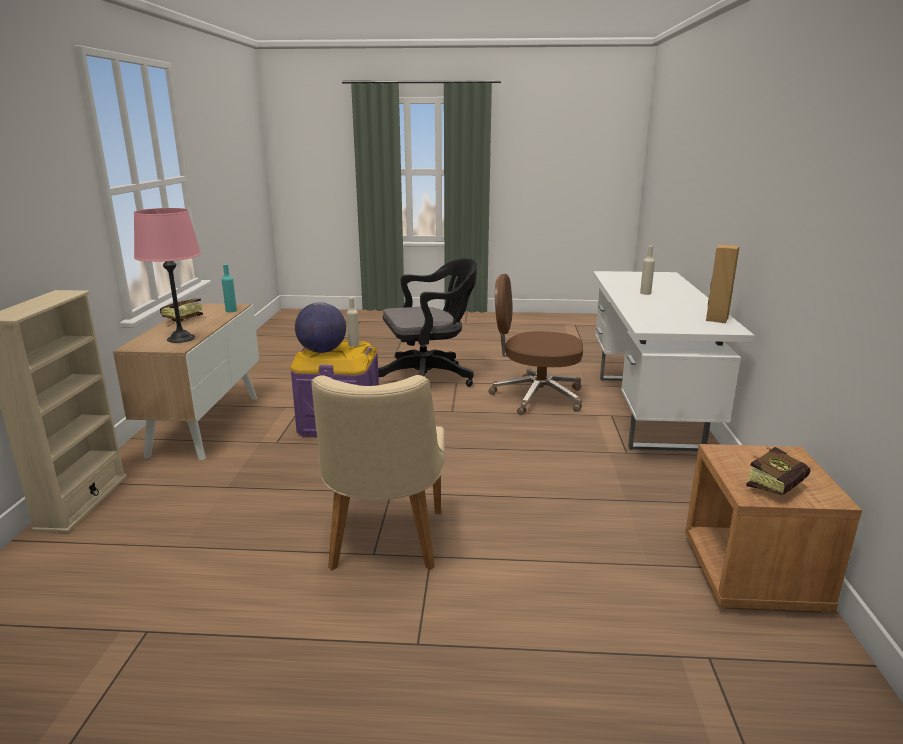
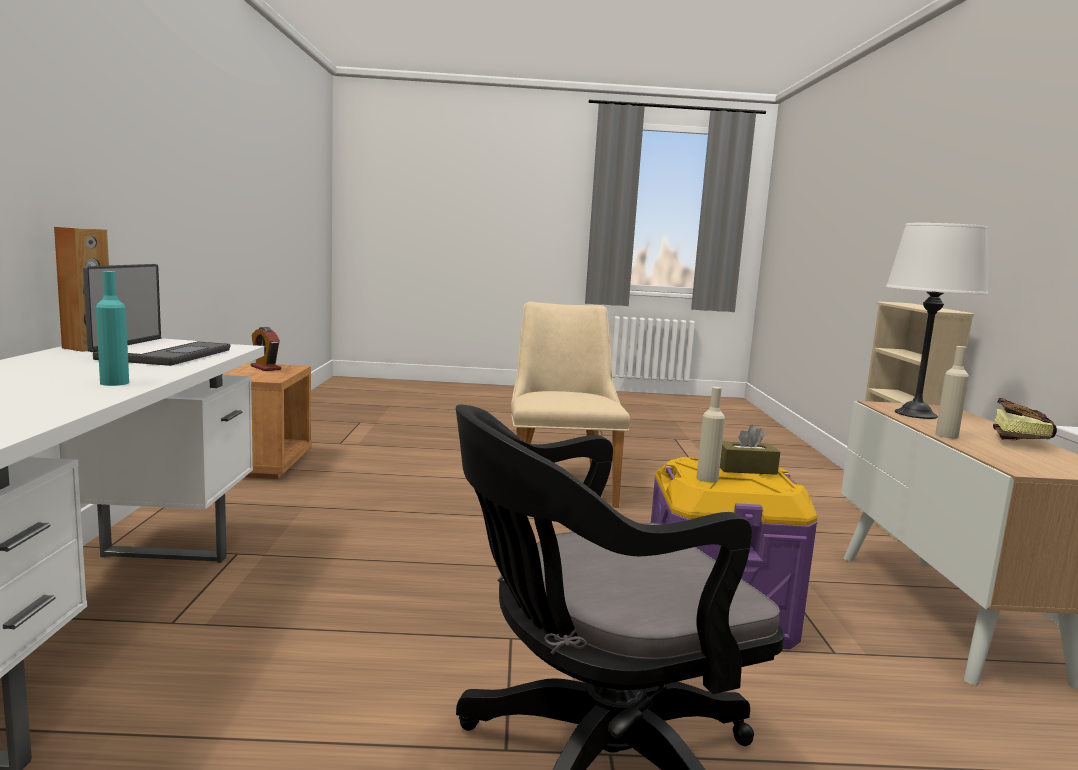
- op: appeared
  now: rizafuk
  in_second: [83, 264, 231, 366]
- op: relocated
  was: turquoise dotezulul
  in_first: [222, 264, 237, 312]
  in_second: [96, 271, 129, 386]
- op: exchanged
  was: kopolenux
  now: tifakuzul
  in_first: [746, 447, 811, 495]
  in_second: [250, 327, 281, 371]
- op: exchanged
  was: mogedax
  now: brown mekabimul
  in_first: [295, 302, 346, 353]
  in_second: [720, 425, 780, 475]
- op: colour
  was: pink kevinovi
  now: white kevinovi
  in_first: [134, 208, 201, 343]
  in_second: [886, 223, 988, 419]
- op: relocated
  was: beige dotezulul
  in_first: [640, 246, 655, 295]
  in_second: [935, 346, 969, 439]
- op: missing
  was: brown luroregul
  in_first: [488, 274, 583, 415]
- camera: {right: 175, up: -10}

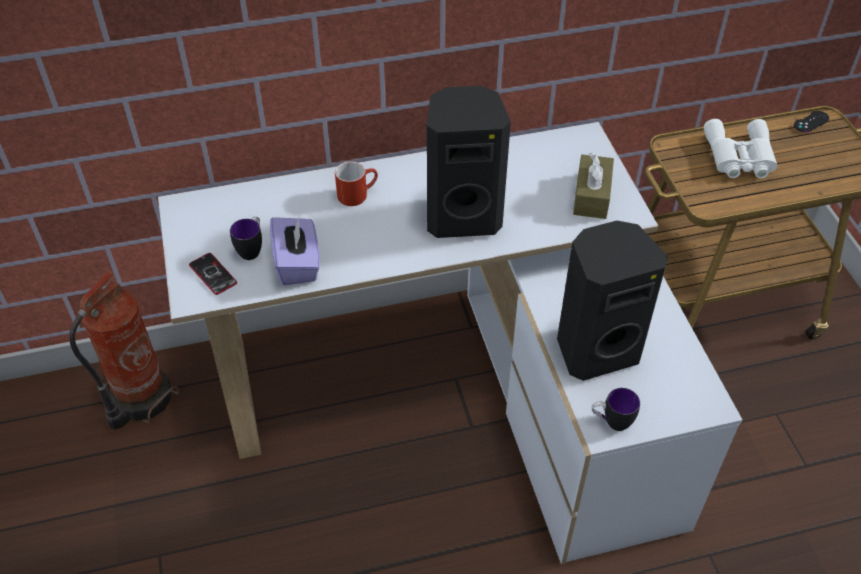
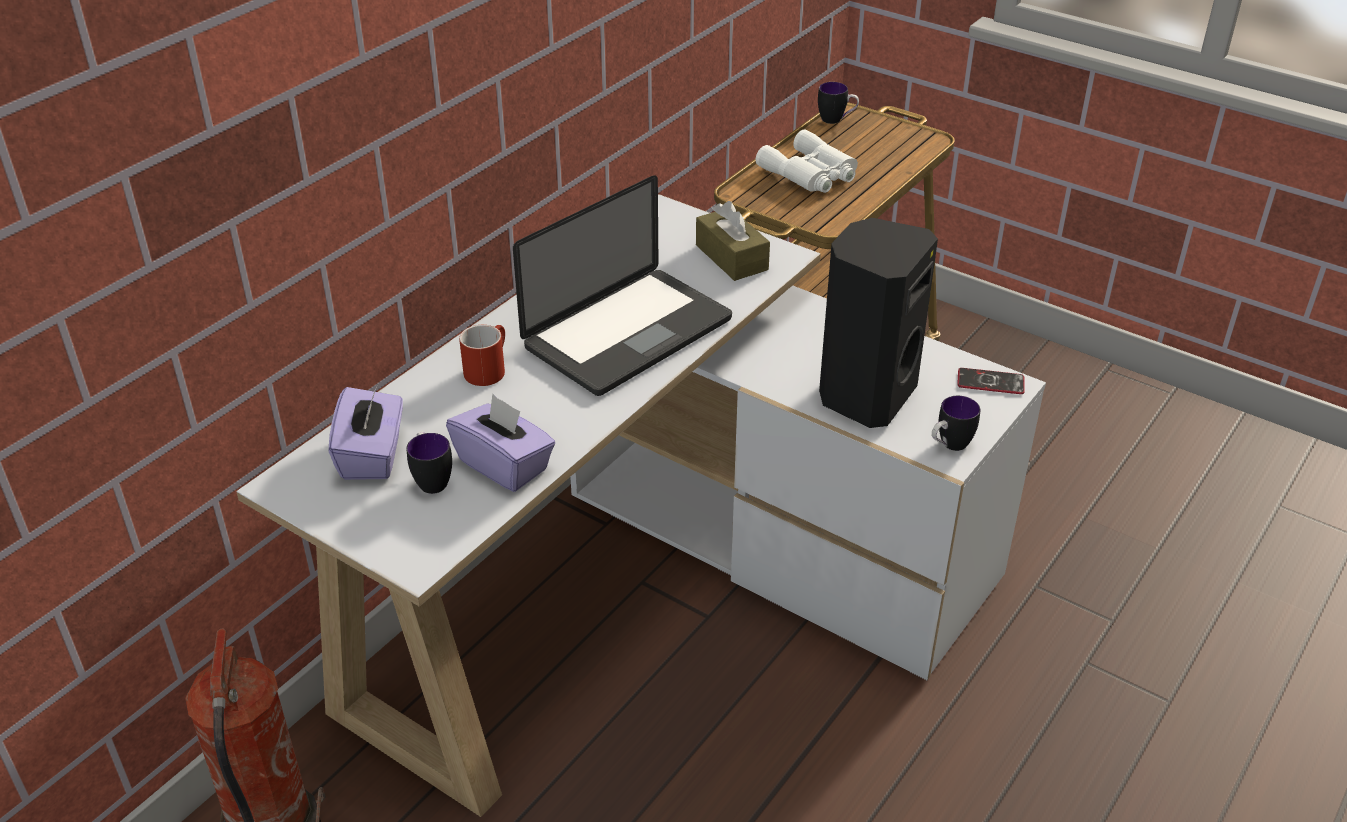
- op: appeared
  now: purple mekabimul
  in_second: [328, 386, 403, 480]
- op: exchanged
  was: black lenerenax
  now: rizafuk
  in_first: [427, 86, 511, 238]
  in_second: [513, 175, 732, 396]
- op: exchanged
  was: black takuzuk
  now: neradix
  in_first: [794, 111, 829, 132]
  in_second: [818, 82, 859, 124]
- op: relocated
  was: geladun
  in_first: [189, 253, 237, 295]
  in_second: [958, 368, 1025, 394]
- camera: {right: -40, up: -10}

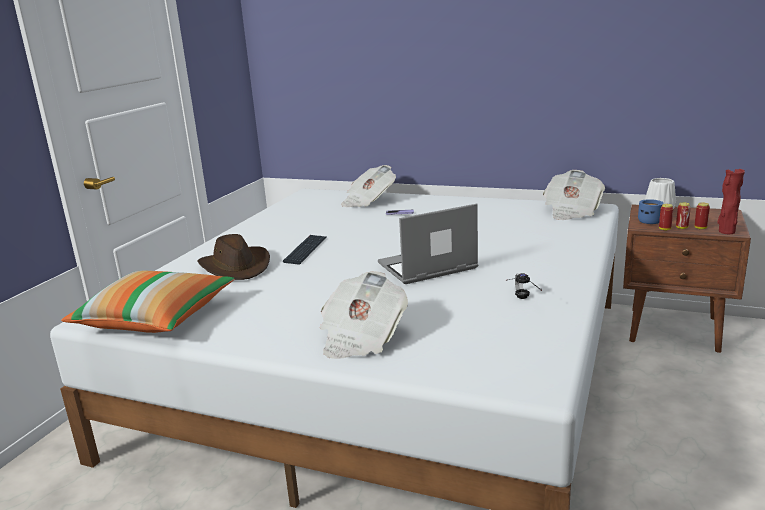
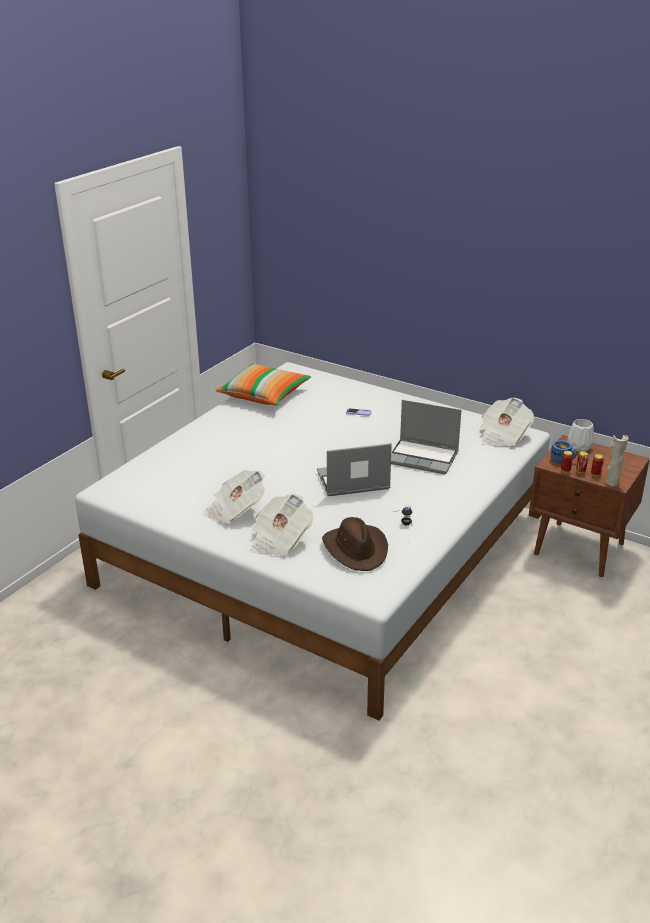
- op: relocated
  was: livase
  in_first: [341, 165, 396, 207]
  in_second: [204, 470, 265, 525]
- op: relocated
  was: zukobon
  in_first: [61, 271, 234, 333]
  in_second: [215, 363, 311, 406]
- op: relocated
  was: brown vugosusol
  in_first: [197, 234, 270, 280]
  in_second: [322, 517, 388, 571]
- op: appeared
  now: rizafuk
  in_second: [391, 400, 461, 474]
- op: colour
  was: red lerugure
  now: beige lerugure
  in_first: [717, 169, 745, 234]
  in_second: [606, 435, 629, 487]
- op: missing
  was: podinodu
  in_first: [283, 235, 326, 265]
- camera: {right: 10, up: 10}

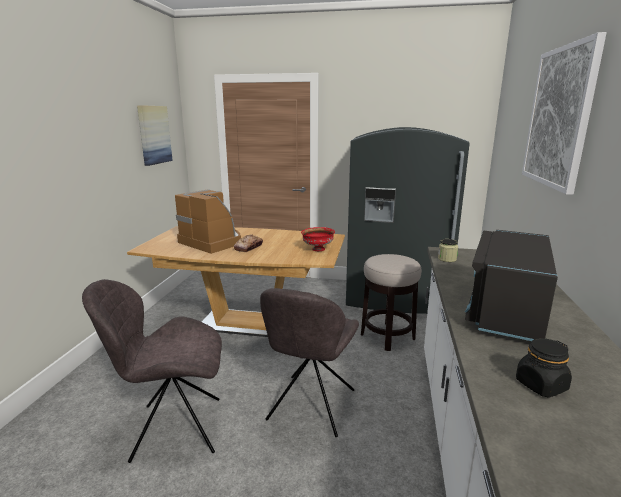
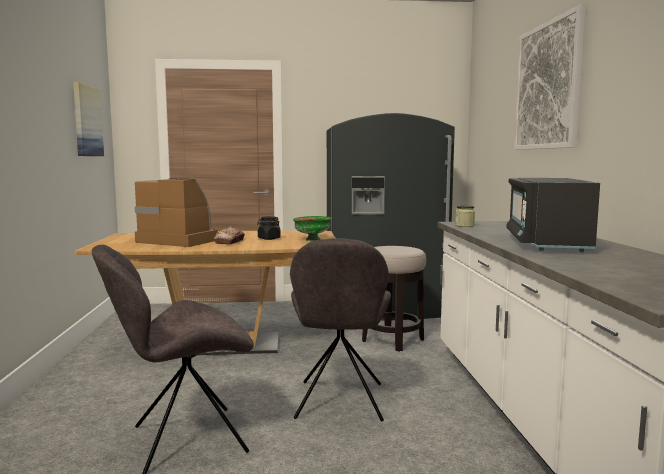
- op: relocated
  was: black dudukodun
  in_first: [516, 338, 572, 398]
  in_second: [257, 216, 281, 240]
- op: colour
  was: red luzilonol
  now: green luzilonol
  in_first: [301, 227, 335, 251]
  in_second: [293, 216, 332, 241]
- camera: {right: -15, up: -10}

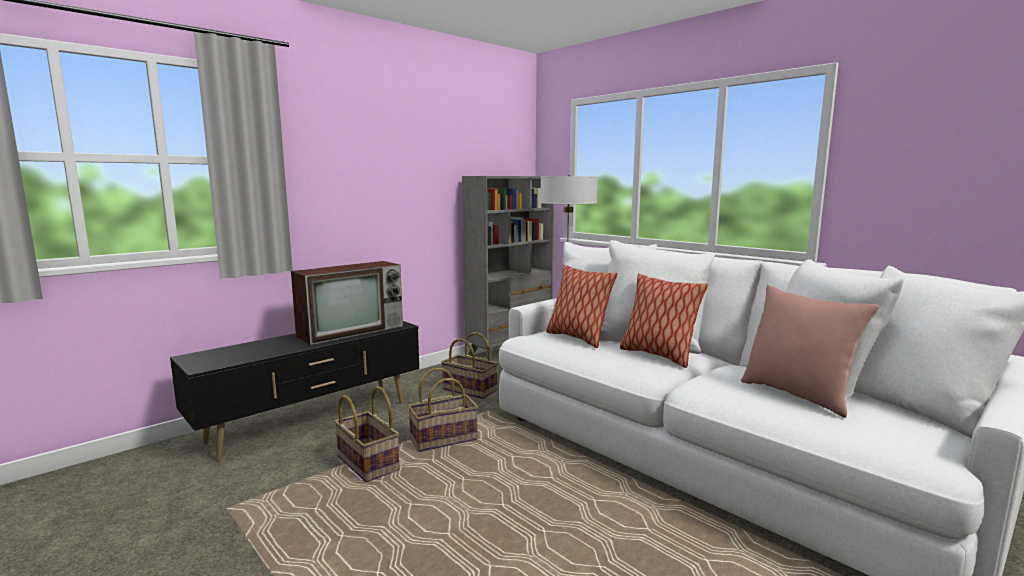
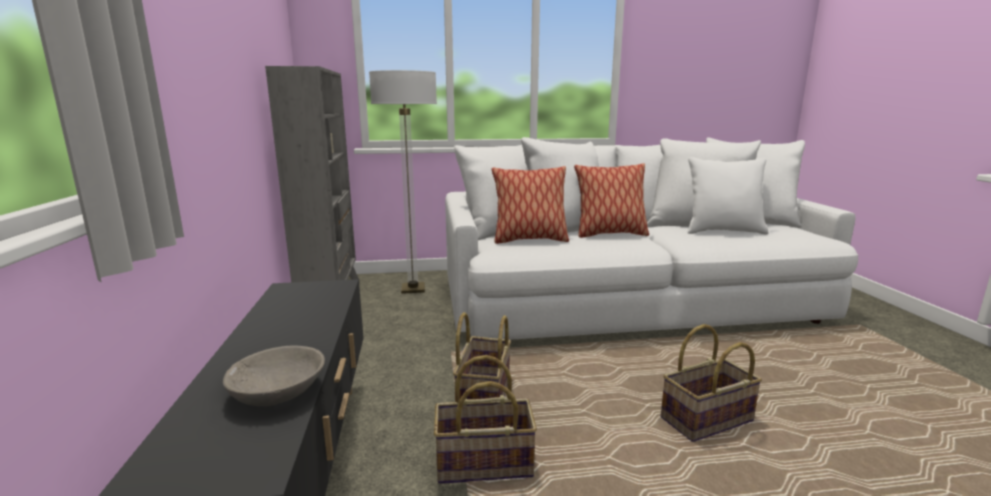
- op: appeared
  now: grey luzilonol
  in_second: [223, 345, 325, 406]
- op: relocated
  was: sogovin
  in_first: [441, 332, 498, 399]
  in_second: [661, 324, 762, 442]
- op: colour
  was: pink zukobon
  now: white zukobon
  in_first: [741, 285, 879, 418]
  in_second: [688, 157, 768, 234]
- op: missing
  was: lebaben
  in_first: [291, 261, 403, 345]
- camera: {right: -55, up: 5}

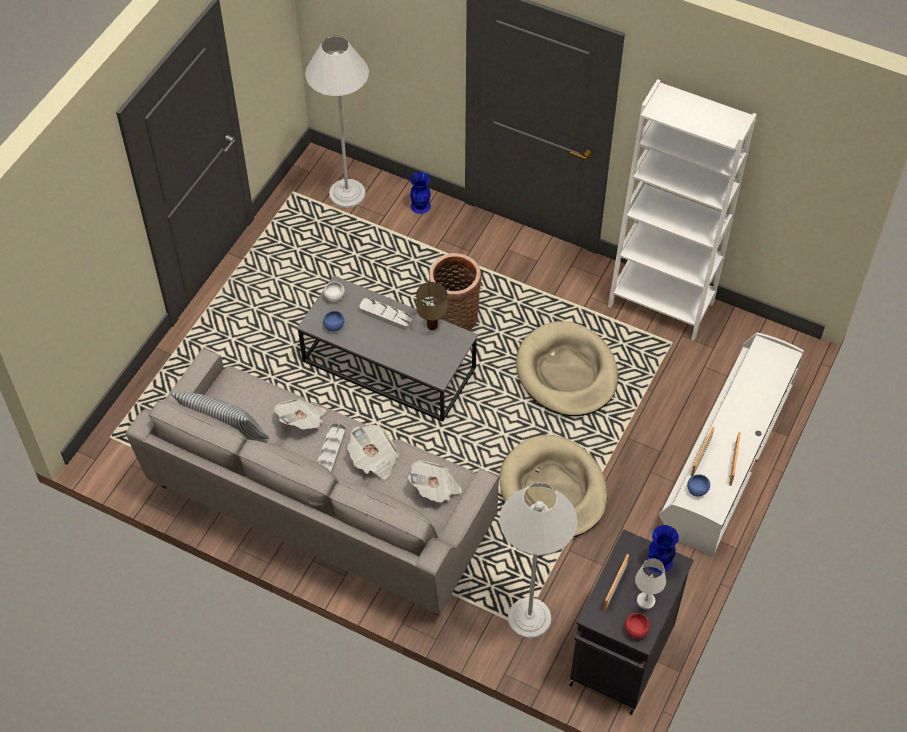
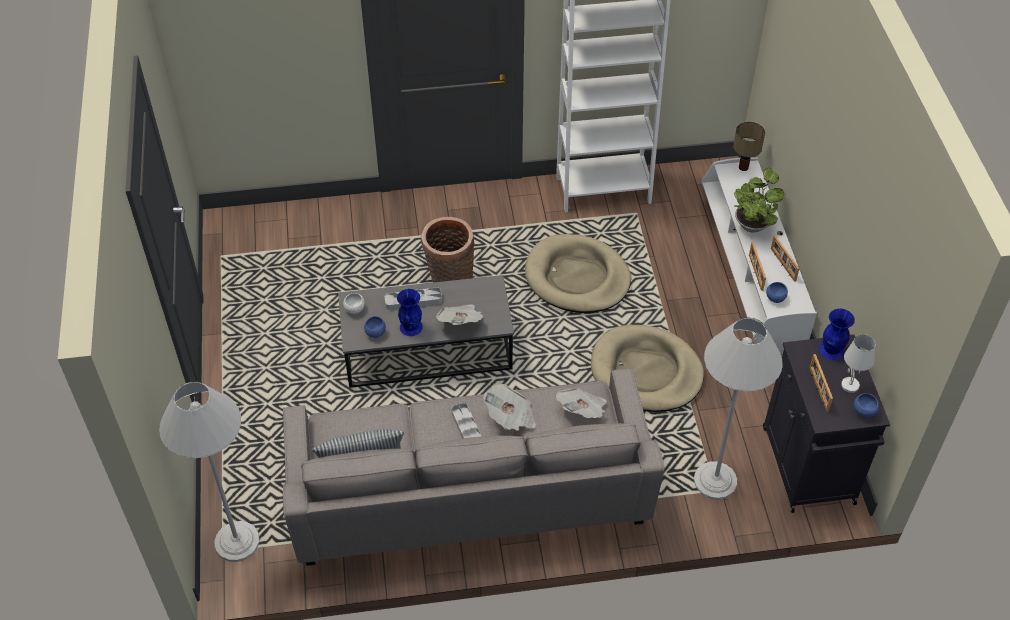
- op: relocated
  was: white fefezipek
  in_first: [305, 35, 369, 208]
  in_second: [159, 382, 259, 562]
- op: relocated
  was: blue lerugure
  in_first: [410, 172, 431, 214]
  in_second: [397, 289, 423, 336]
- op: relocated
  was: livase
  in_first: [274, 399, 326, 429]
  in_second: [436, 304, 484, 325]
- op: relocated
  was: kevinovi
  in_first: [416, 282, 447, 330]
  in_second: [733, 122, 765, 171]
- op: appeared
  now: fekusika
  in_second: [734, 168, 784, 233]
- op: colour
  was: red luzilonol
  now: blue luzilonol
  in_first: [625, 613, 650, 639]
  in_second: [853, 393, 879, 418]
- camera: {right: -35, up: -5}

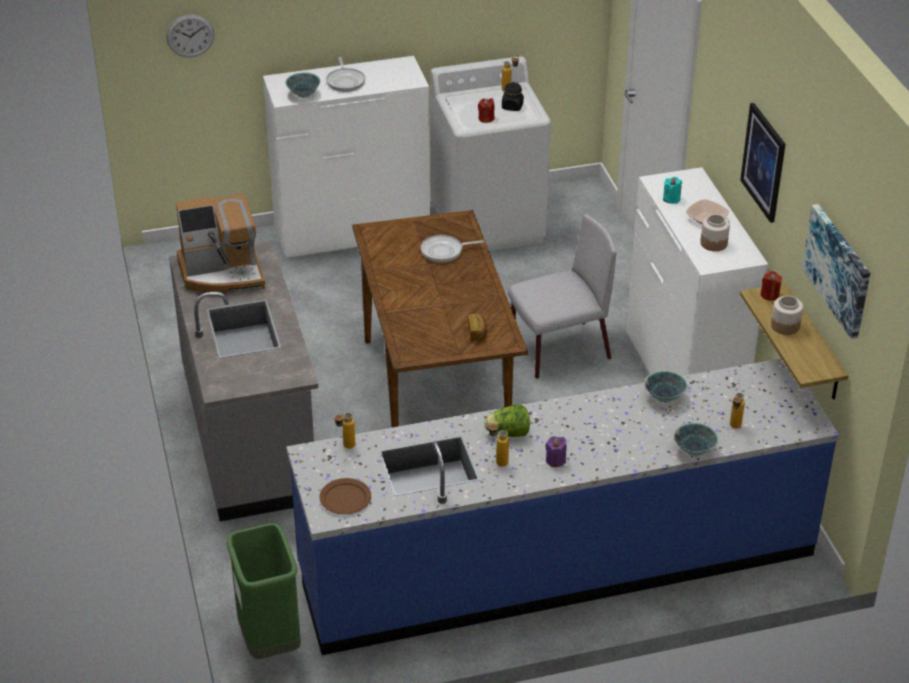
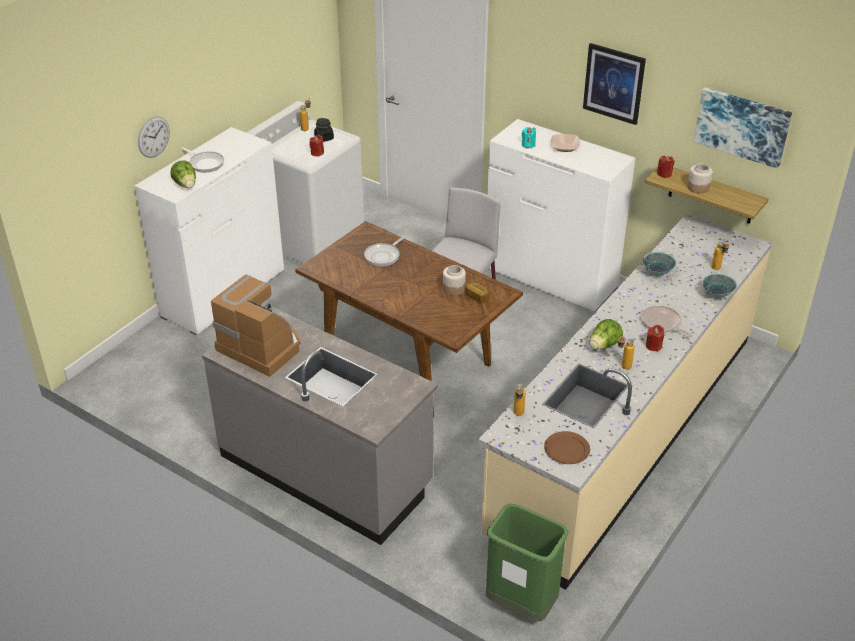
- op: relocated
  was: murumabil
  in_first: [167, 14, 214, 57]
  in_second: [138, 116, 170, 158]
- op: exchanged
  was: luzilonol
  now: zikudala
  in_first: [285, 72, 321, 98]
  in_second: [170, 160, 196, 188]
- op: spun
  was: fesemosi
  in_first: [176, 194, 265, 293]
  in_second: [211, 275, 301, 377]
  clockwise: -90
- op: relocated
  was: dudukodun
  in_first: [700, 214, 730, 251]
  in_second: [443, 265, 466, 296]
- op: colour
  was: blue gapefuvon
  now: beige gapefuvon
  in_first: [286, 359, 839, 655]
  in_second: [478, 214, 772, 590]
- op: appeared
  now: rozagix
  in_second: [641, 305, 693, 337]
- op: colour
  was: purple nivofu
  now: red nivofu
  in_first: [545, 436, 567, 467]
  in_second: [646, 325, 664, 352]
- camera: {right: -40, up: 0}

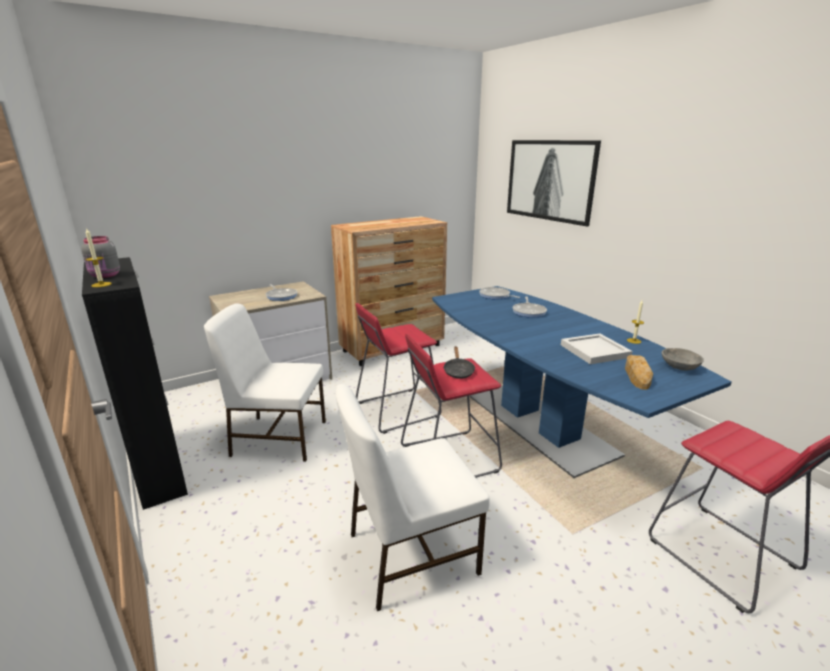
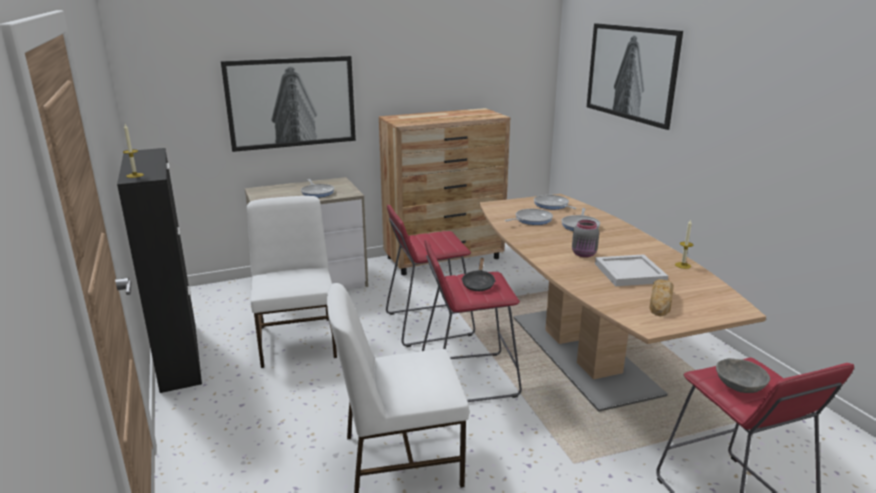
- op: appeared
  now: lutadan
  in_second: [221, 56, 356, 152]
- op: spun
  was: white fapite
  in_first: [204, 303, 326, 462]
  in_second: [247, 196, 337, 368]
  clockwise: 60
- op: colour
  was: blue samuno
  now: brown samuno
  in_first: [432, 286, 731, 478]
  in_second: [479, 194, 766, 412]
- op: appeared
  now: rozagix
  in_second: [505, 209, 553, 225]
- op: relocated
  was: grey dudukodun
  in_first: [81, 236, 120, 278]
  in_second: [572, 220, 599, 258]
- op: relocated
  was: grey luzilonol
  in_first: [662, 348, 704, 371]
  in_second: [716, 358, 770, 393]
- camera: {right: 10, up: 0}

